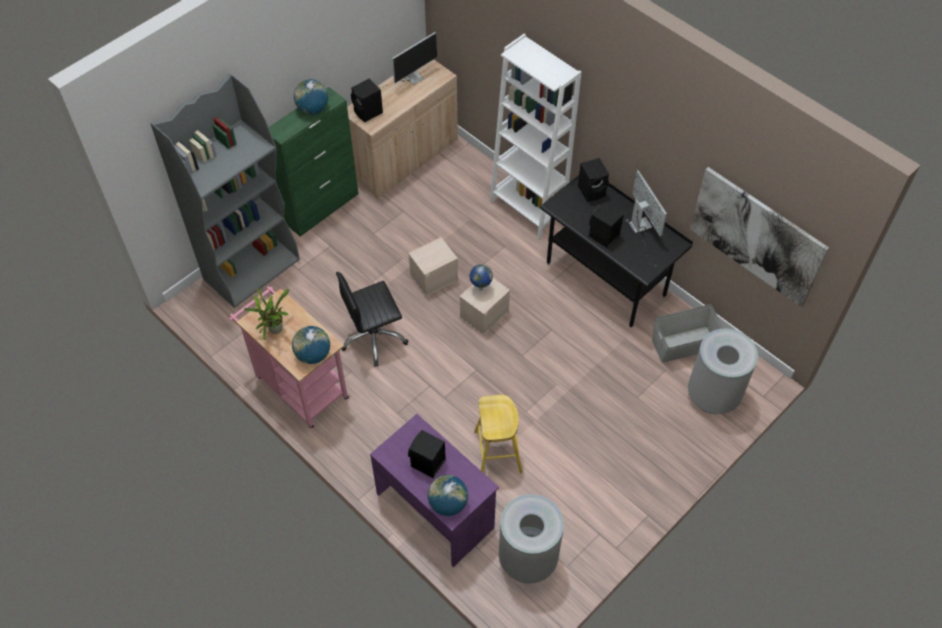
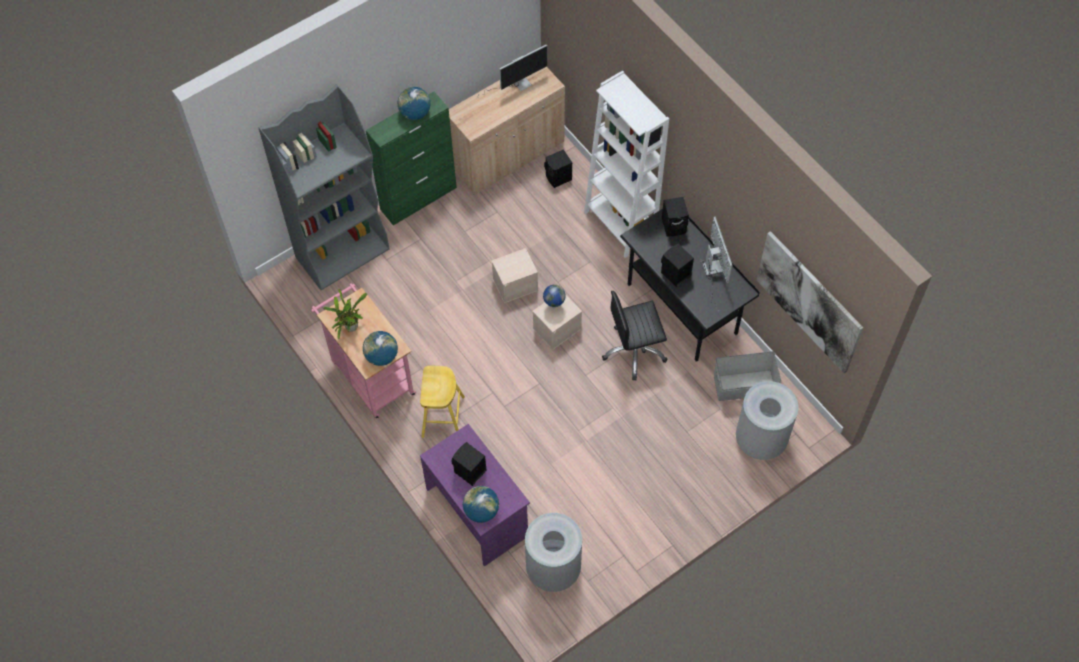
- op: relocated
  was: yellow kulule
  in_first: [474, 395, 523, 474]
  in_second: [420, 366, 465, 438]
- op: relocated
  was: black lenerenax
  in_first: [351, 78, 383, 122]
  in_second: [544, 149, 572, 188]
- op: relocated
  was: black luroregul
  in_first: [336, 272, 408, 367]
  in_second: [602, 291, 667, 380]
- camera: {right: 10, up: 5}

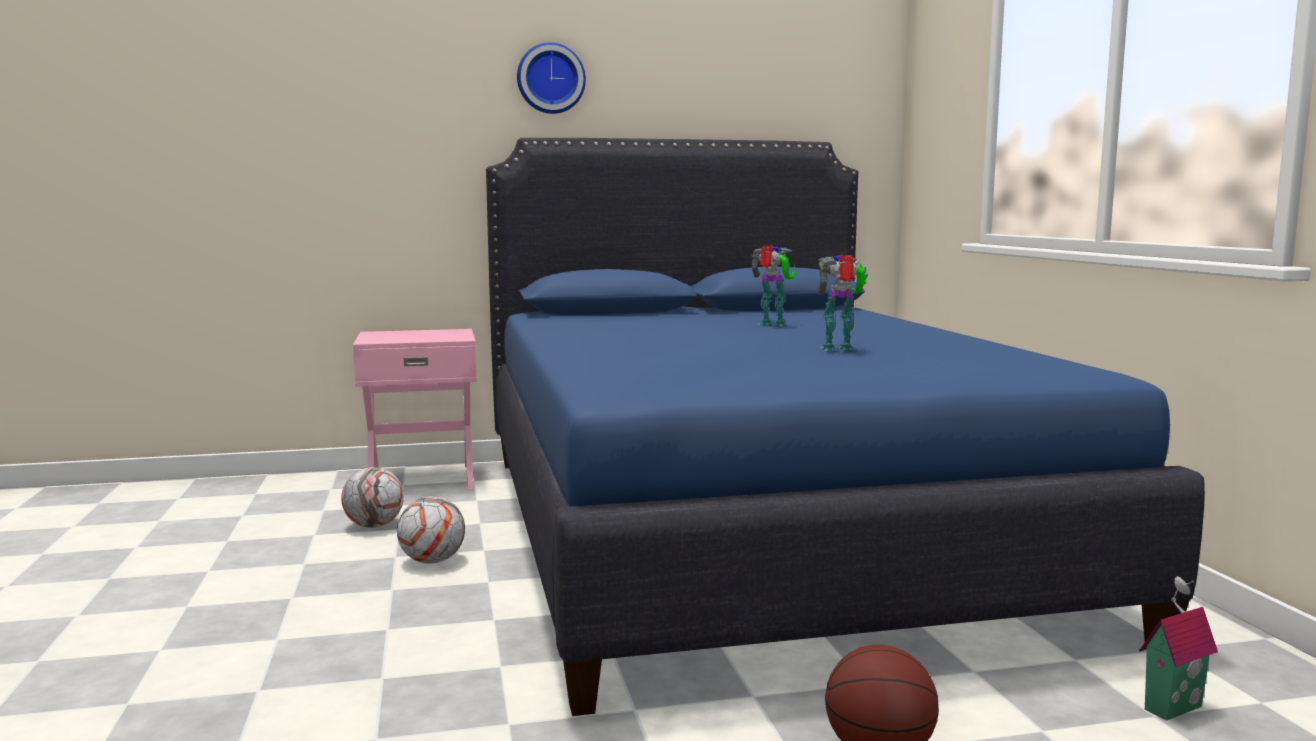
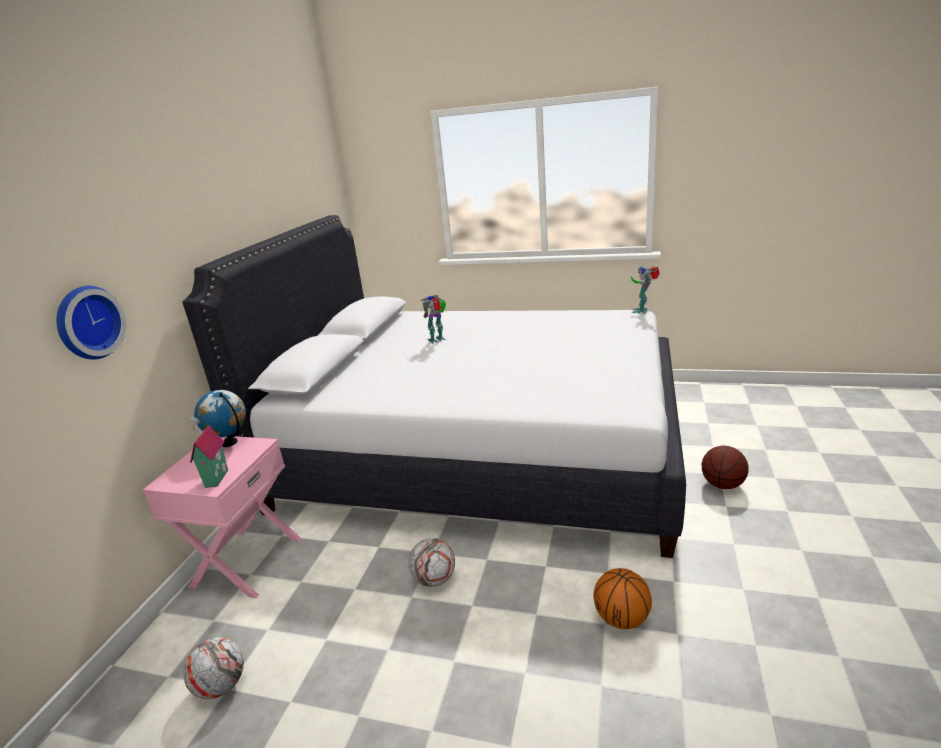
- op: relocated
  was: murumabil
  in_first: [517, 42, 586, 114]
  in_second: [57, 286, 127, 360]
- op: colour
  was: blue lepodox
  now: white lepodox
  in_first: [486, 138, 1205, 716]
  in_second: [183, 215, 686, 558]
- op: relocated
  was: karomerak
  in_first: [341, 467, 404, 528]
  in_second: [184, 637, 244, 699]
- op: relocated
  was: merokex
  in_first: [1139, 576, 1218, 720]
  in_second: [190, 415, 228, 488]
- op: appeared
  now: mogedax
  in_second: [194, 390, 246, 447]
- op: appeared
  now: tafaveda
  in_second: [593, 568, 652, 629]
- op: relocated
  was: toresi
  in_first: [817, 254, 868, 351]
  in_second: [631, 266, 660, 314]
- camera: {right: -60, up: 15}

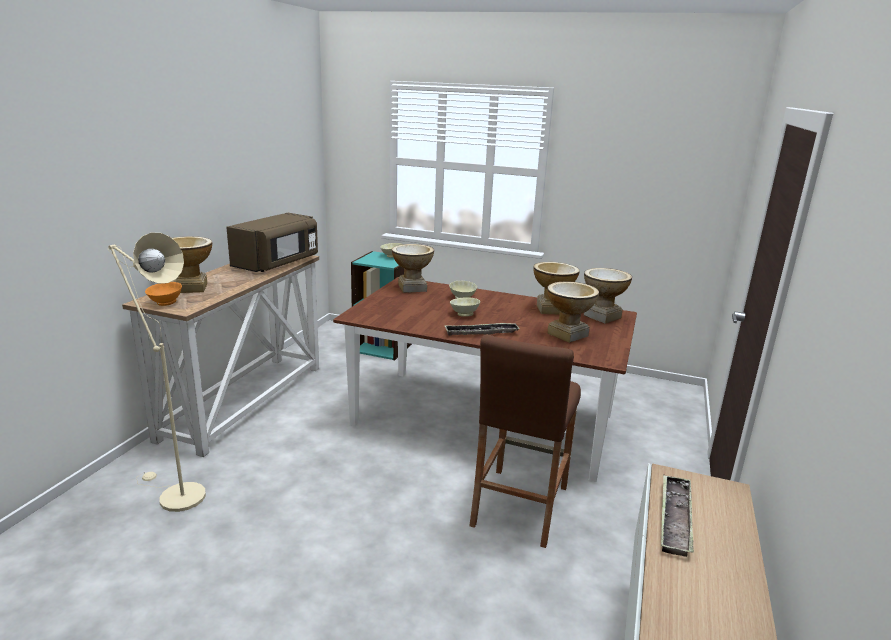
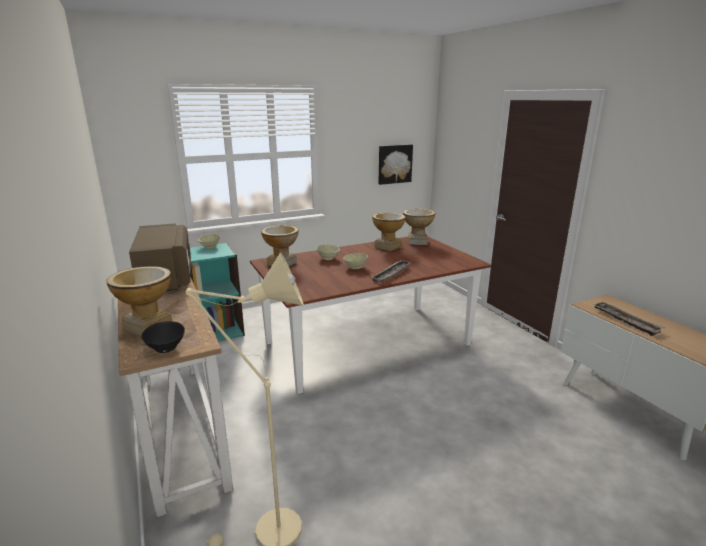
- op: colour
  was: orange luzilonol
  now: black luzilonol
  in_first: [145, 282, 182, 306]
  in_second: [141, 321, 185, 353]
- op: appeared
  now: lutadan
  in_second: [378, 144, 413, 185]
- op: missing
  was: brown kulule
  in_first: [469, 334, 581, 548]
- op: missing
  was: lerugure
  in_first: [547, 282, 599, 343]
- camera: {right: -45, up: 0}

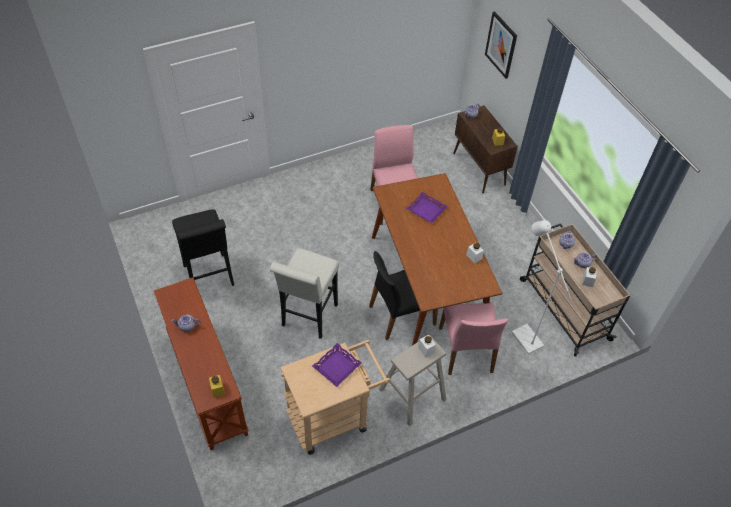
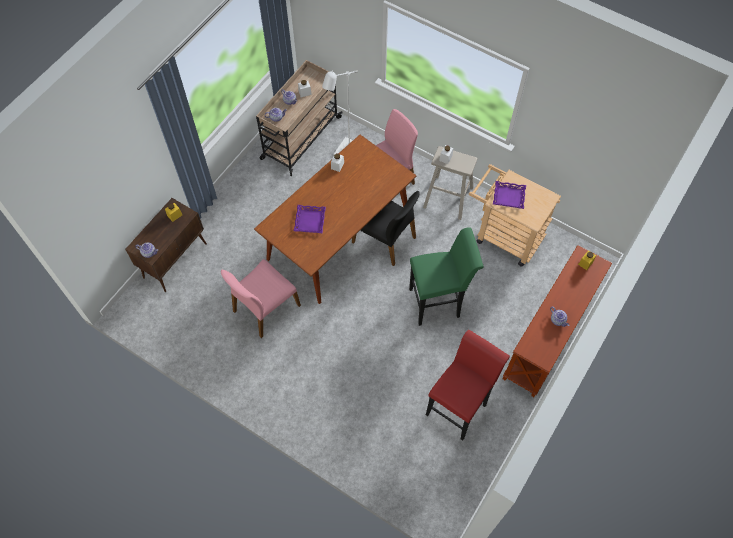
- op: colour
  was: white kulule
  now: green kulule
  in_first: [269, 248, 339, 339]
  in_second: [409, 227, 484, 326]
- op: colour
  was: black kulule
  now: red kulule
  in_first: [172, 209, 234, 286]
  in_second: [426, 330, 510, 441]
- op: missing
  was: lutadan
  in_first: [485, 11, 517, 79]
- camera: {right: -120, up: 10}

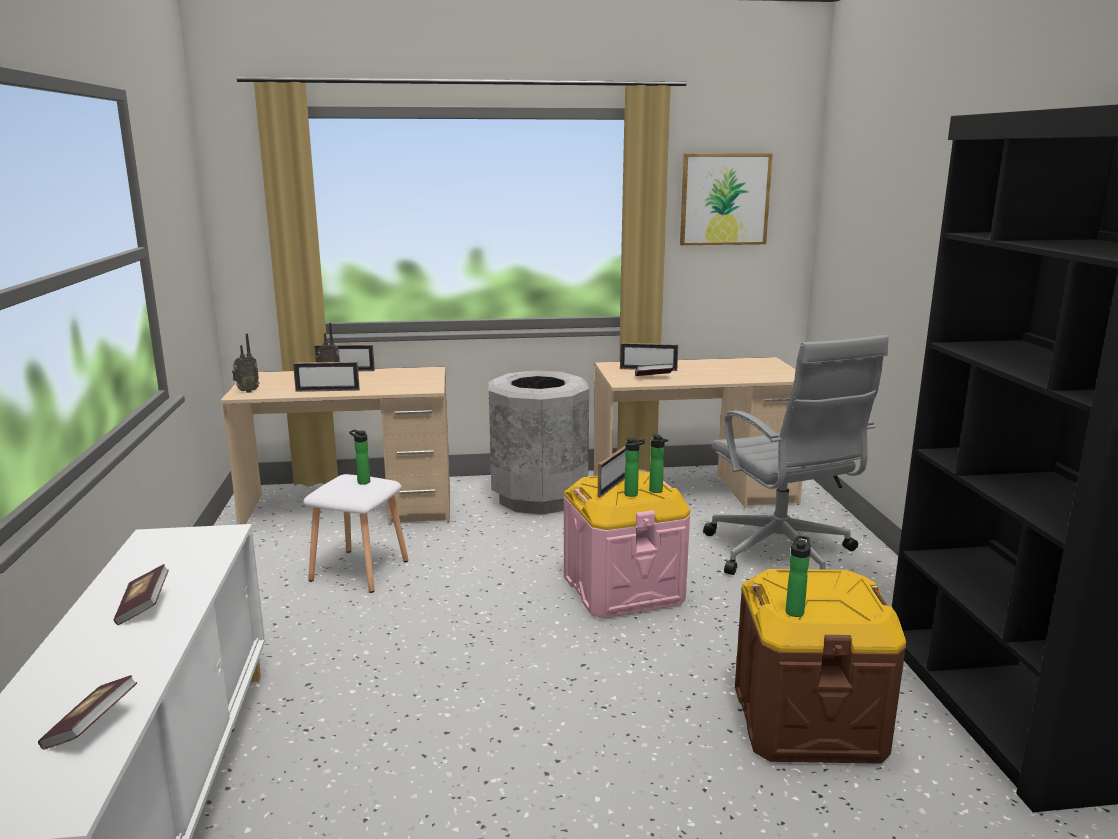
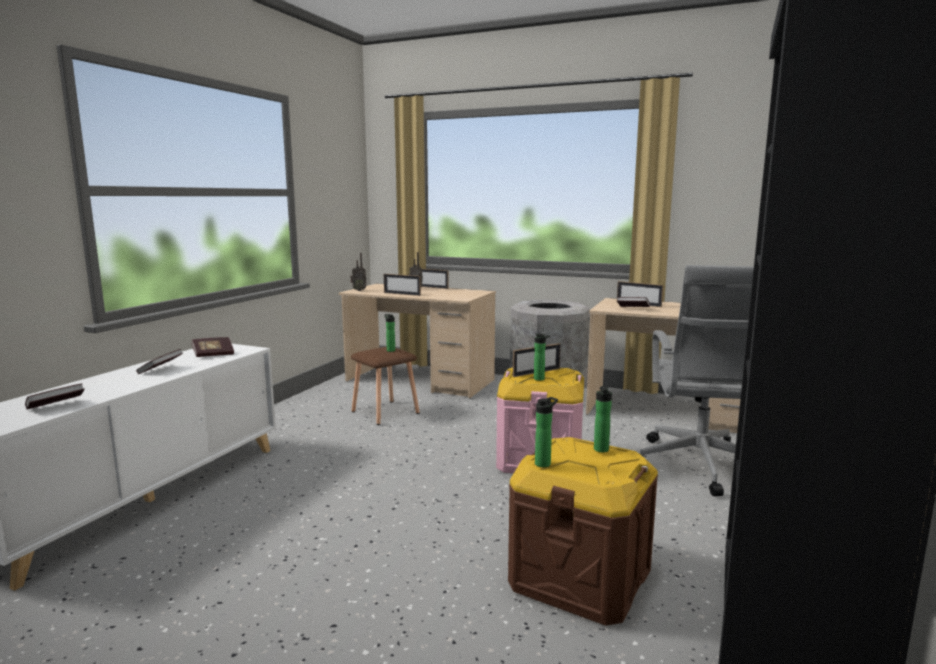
- op: appeared
  now: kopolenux
  in_second: [191, 337, 234, 357]
- op: colour
  was: white kulule
  now: brown kulule
  in_first: [303, 474, 408, 593]
  in_second: [351, 347, 420, 425]
- op: relocated
  was: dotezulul
  in_first: [649, 434, 668, 493]
  in_second: [594, 386, 612, 452]
- op: missing
  was: lutadan
  in_first: [680, 153, 773, 245]
- camera: {right: 30, up: -5}

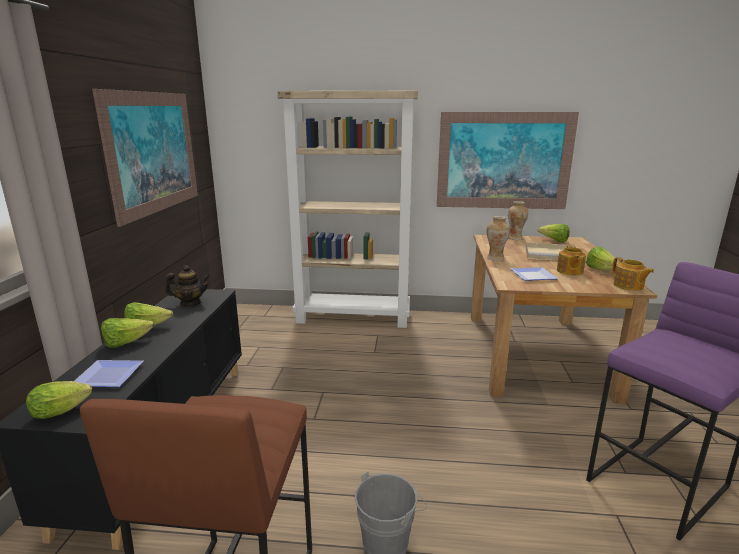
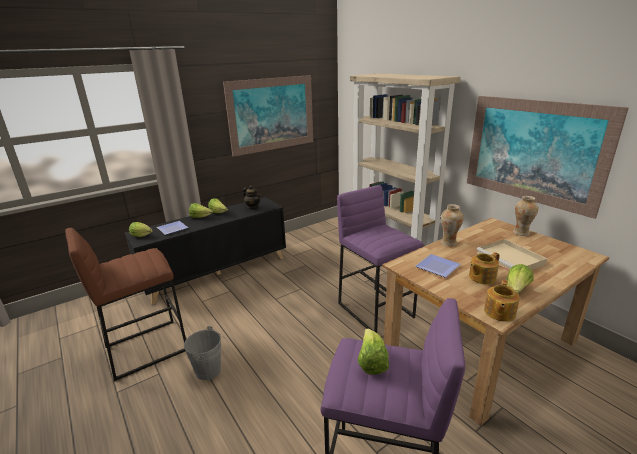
- op: appeared
  now: purple kulule
  in_second: [337, 185, 424, 333]
- op: relocated
  was: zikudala
  in_first: [538, 224, 570, 243]
  in_second: [357, 329, 389, 375]
- camera: {right: 50, up: 5}

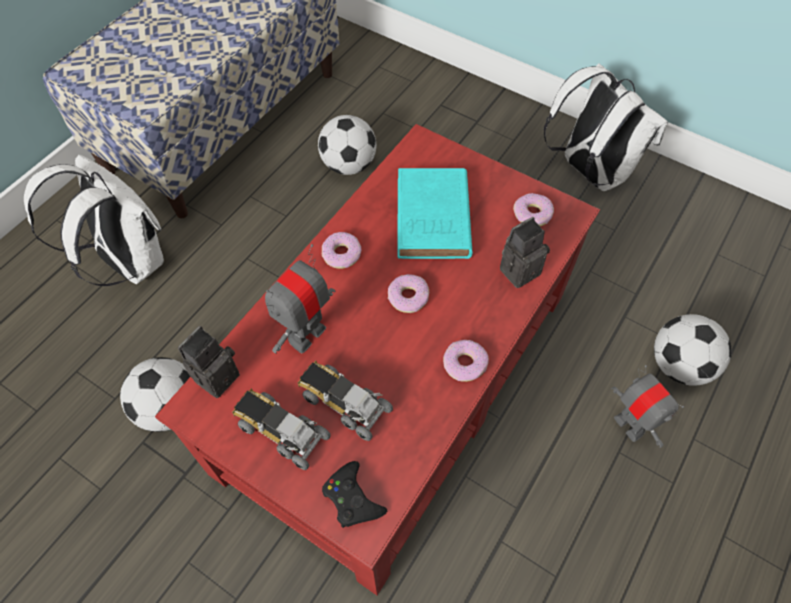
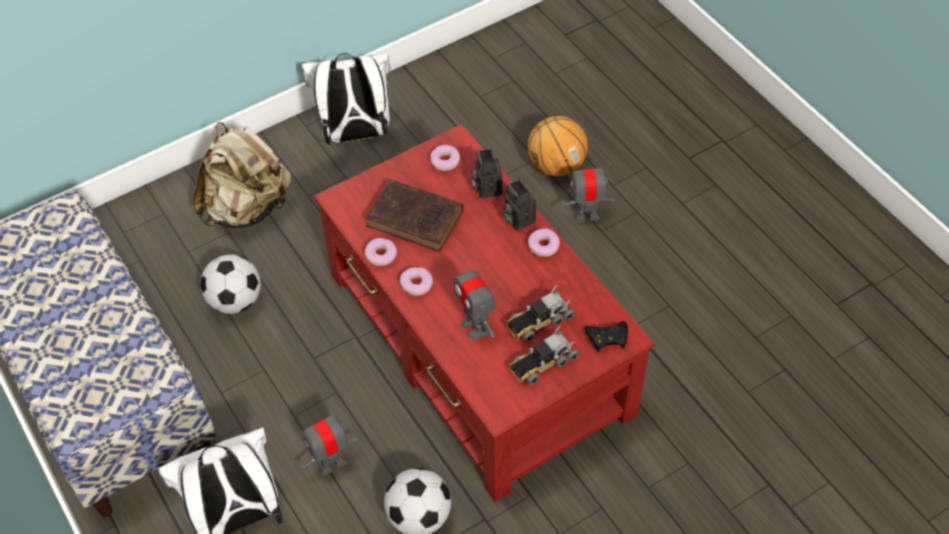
- op: appeared
  now: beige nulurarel
  in_second: [192, 122, 292, 228]
- op: appeared
  now: toresi
  in_second: [300, 409, 359, 476]
- op: colour
  was: turquoise kopolenux
  now: brown kopolenux
  in_first: [398, 168, 473, 259]
  in_second: [365, 179, 463, 252]
- op: relocated
  was: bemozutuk
  in_first: [388, 274, 429, 313]
  in_second: [365, 238, 397, 266]
- op: relocated
  was: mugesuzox
  in_first: [178, 326, 240, 398]
  in_second: [503, 180, 536, 231]
- op: exchanged
  was: karomerak
  now: tafaveda
  in_first: [654, 314, 732, 386]
  in_second: [528, 116, 588, 176]
- camera: {right: -65, up: -5}

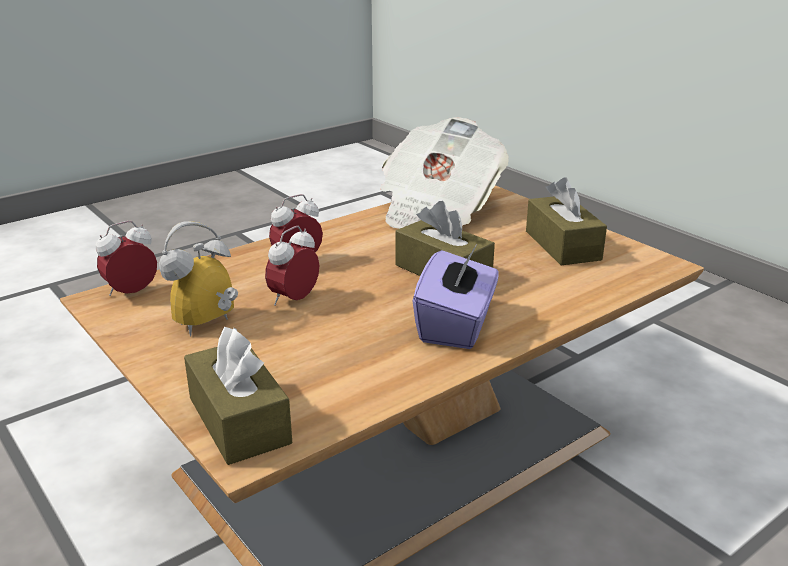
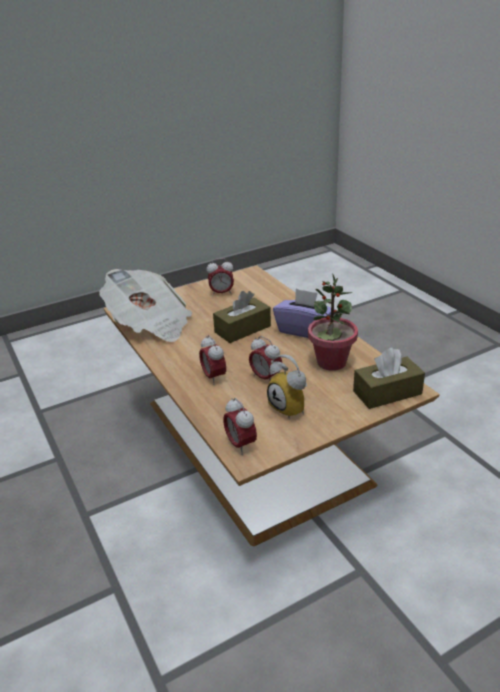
- op: exchanged
  was: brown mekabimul
  now: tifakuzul
  in_first: [526, 177, 607, 265]
  in_second: [207, 258, 234, 296]
- op: appeared
  now: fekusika
  in_second: [308, 273, 358, 371]
- camera: {right: -80, up: 5}

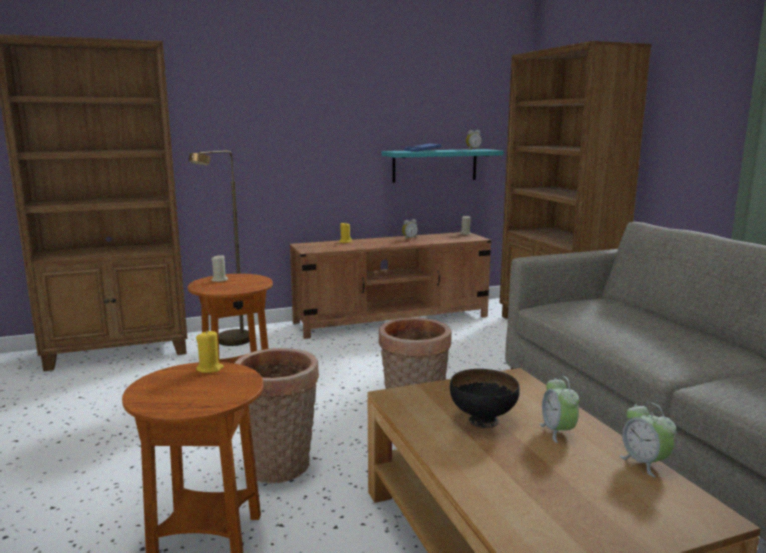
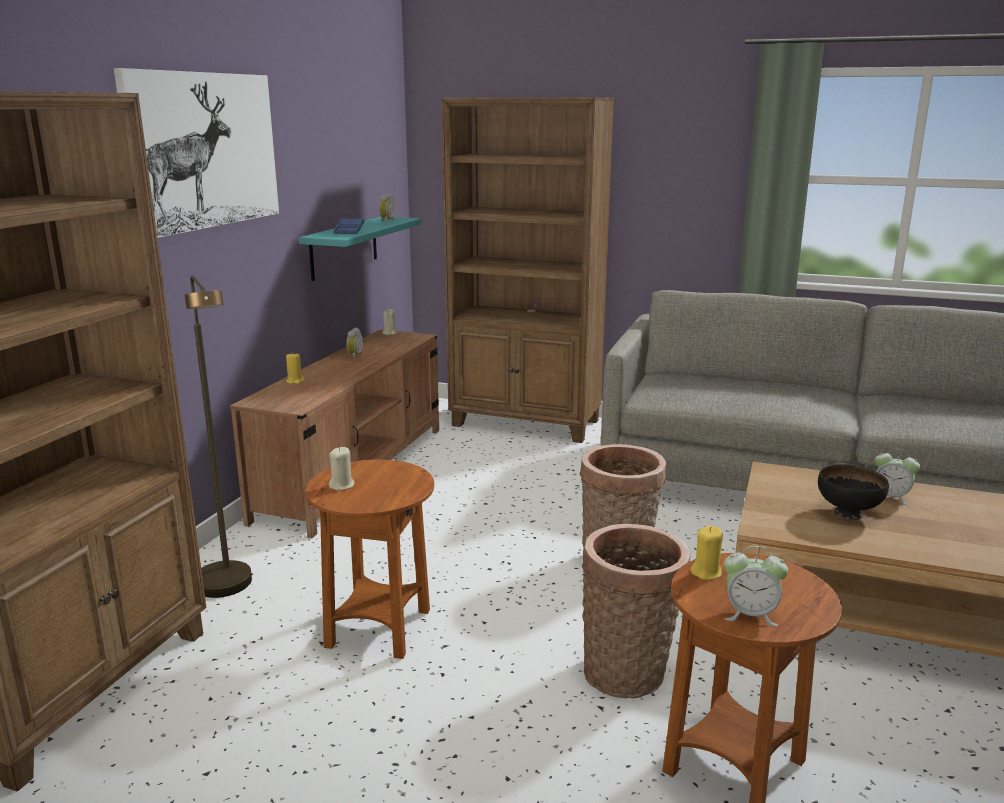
- op: appeared
  now: lutadan
  in_second: [114, 68, 279, 238]
- op: relocated
  was: tifakuzul
  in_first: [619, 402, 676, 477]
  in_second: [724, 546, 788, 626]
- camera: {right: -50, up: 5}

